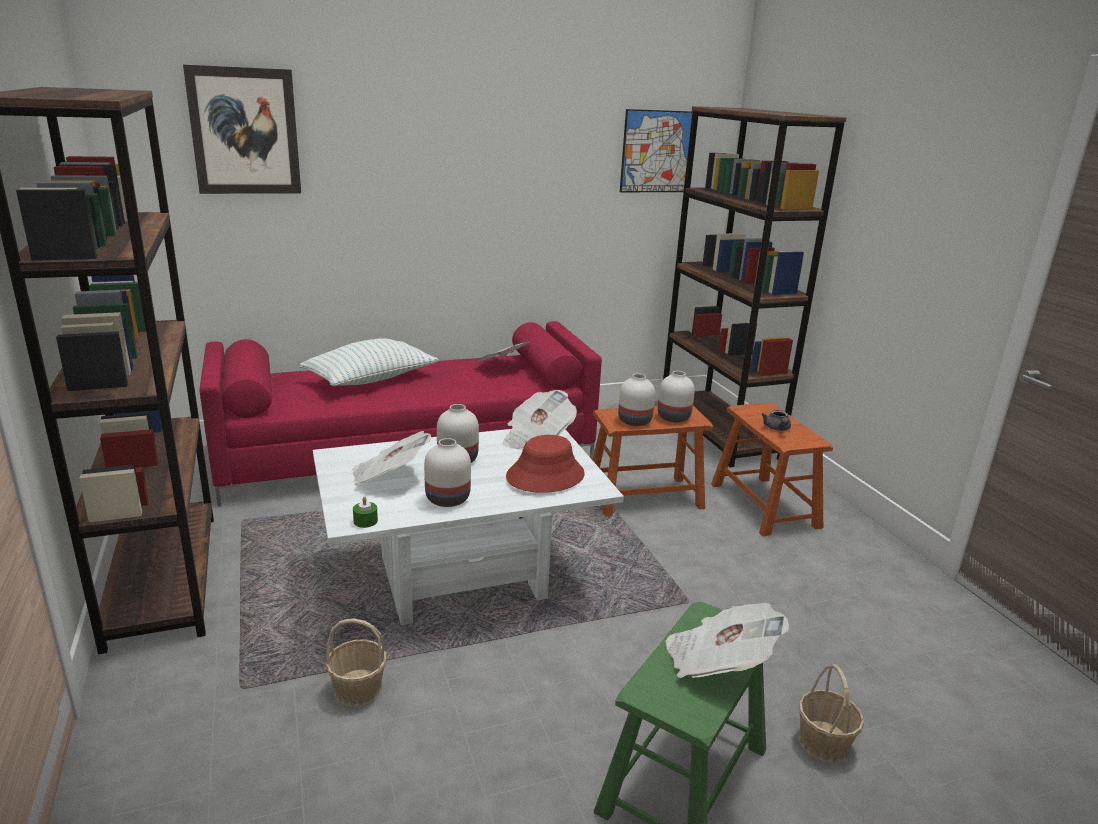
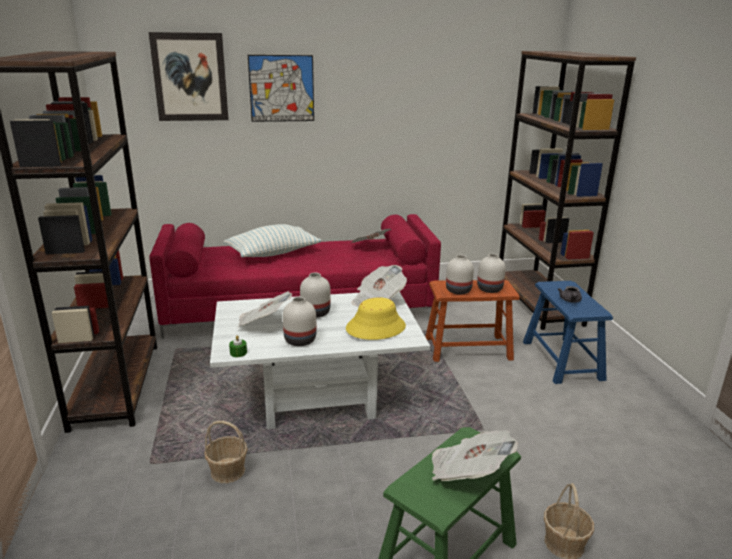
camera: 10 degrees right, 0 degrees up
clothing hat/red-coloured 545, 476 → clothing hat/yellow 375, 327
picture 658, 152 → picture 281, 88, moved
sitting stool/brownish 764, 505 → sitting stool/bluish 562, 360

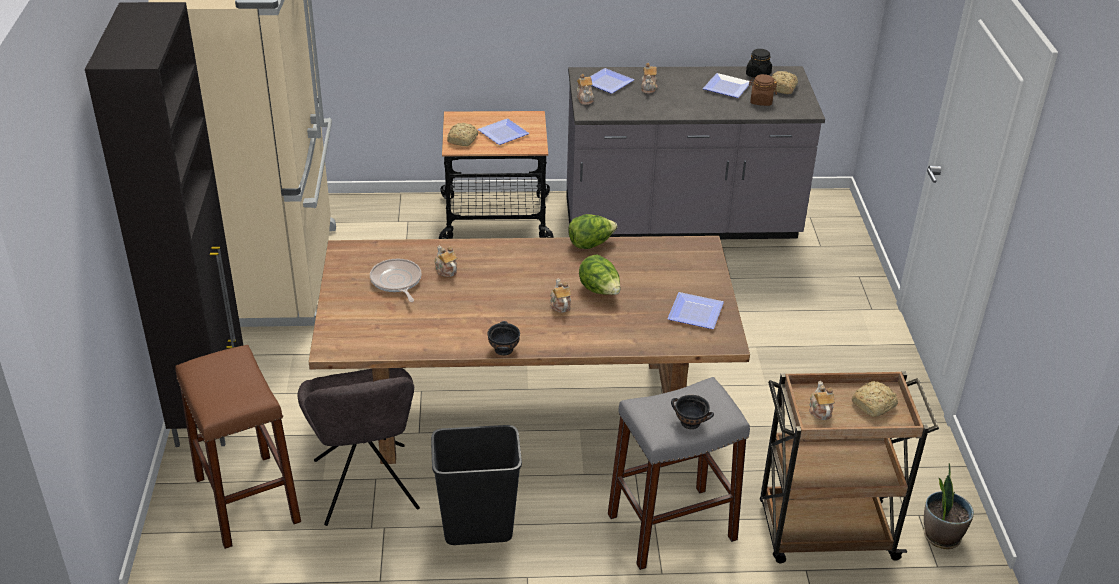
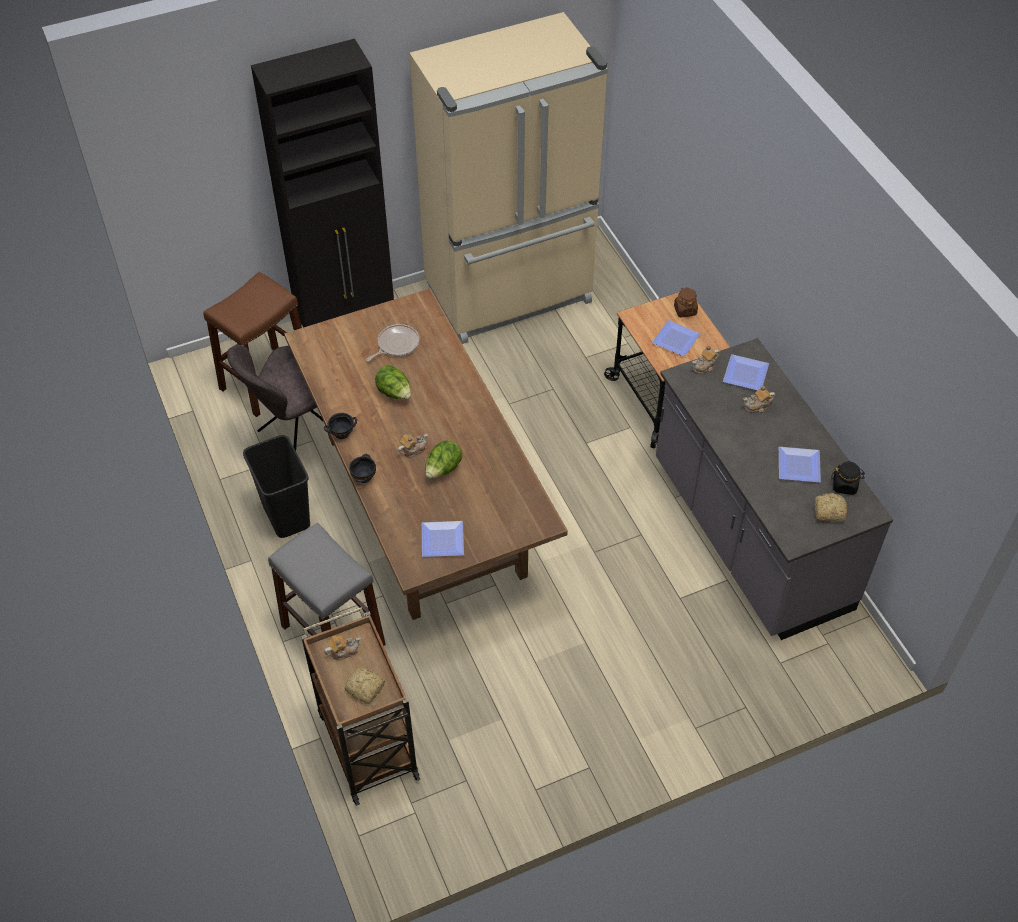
camera: 70 degrees right, 15 degrees up
teapot 446, 270 → -
baked bread 463, 139 → -
lettuce head 590, 244 → lettuce head 394, 393, moved
bowl/black 690, 422 → bowl/black 364, 476, moved
jar/brownish 761, 101 → jar/brownish 685, 310, moved
plant in a pot 941, 536 → -

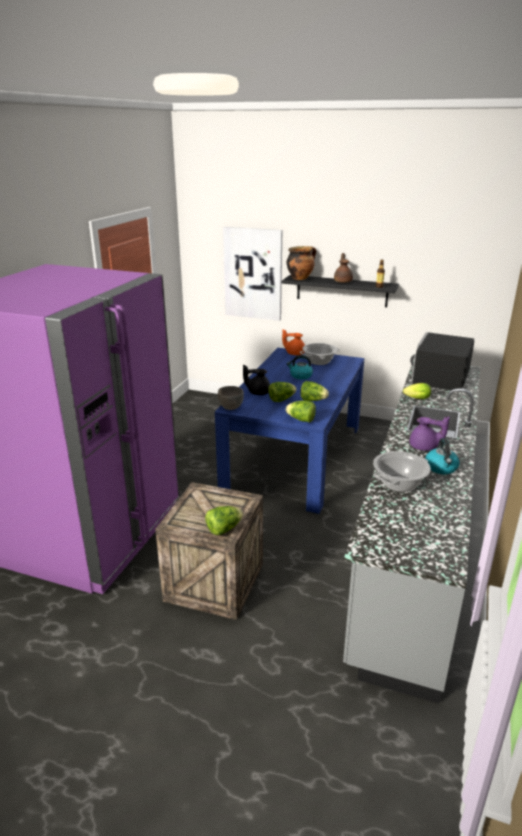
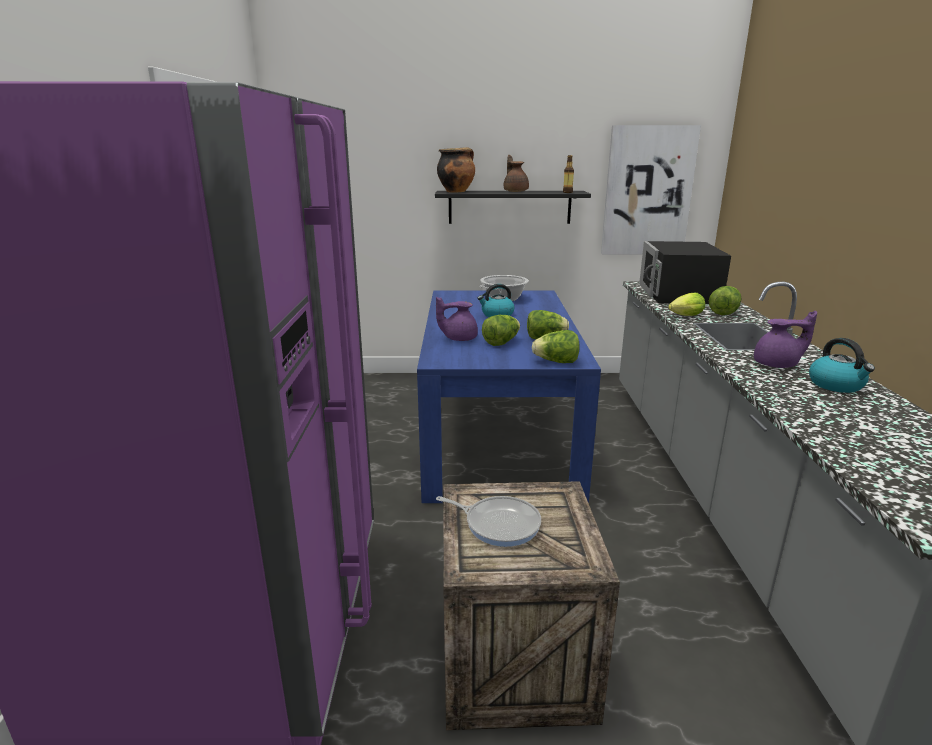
camera: 20 degrees left, 5 degrees down
lettuce head 224, 529 → lettuce head 724, 312, moved
bowl/greyish 230, 407 → -
picture 253, 274 → picture 647, 191, moved
teapot/black 258, 392 → teapot/purple-coloured 458, 338
teapot/orange-coloured 294, 353 → -
stockpot 399, 484 → -
- → pan 498, 524

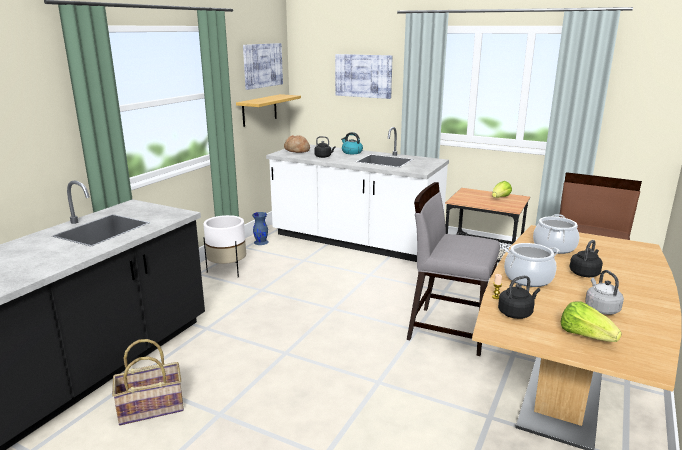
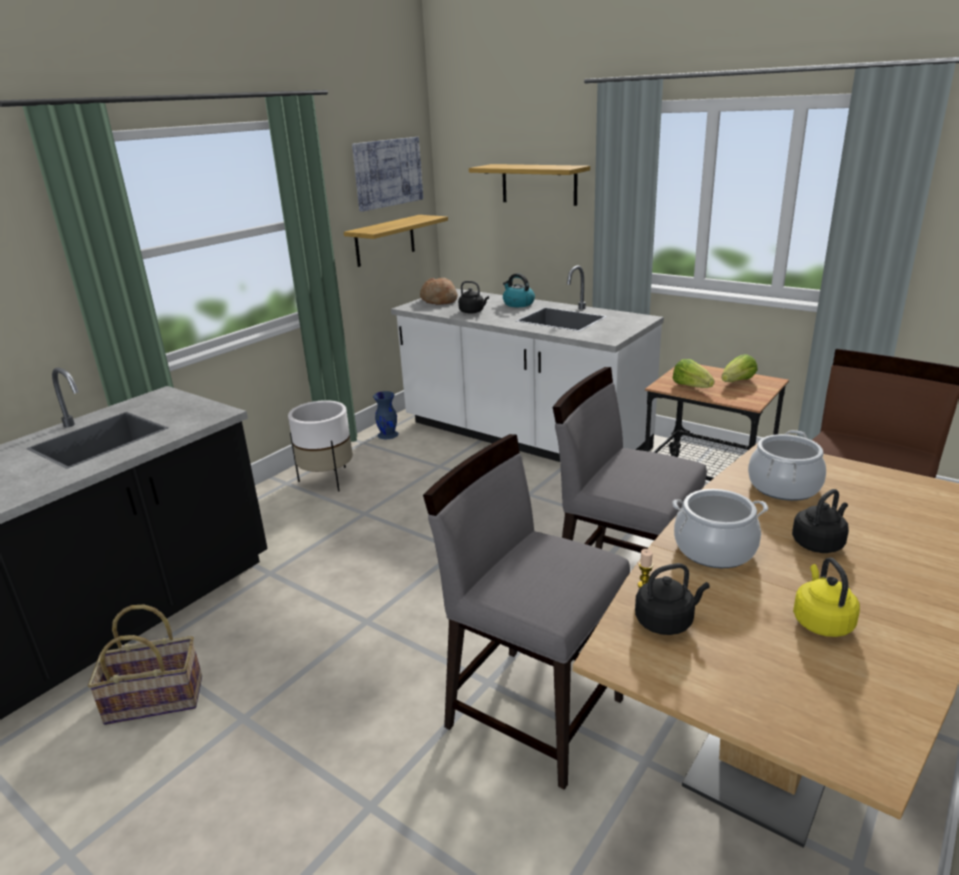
camera: 10 degrees right, 5 degrees up
picture 363, 76 → bracket shelf 539, 184
lettuce head 585, 336 → lettuce head 691, 387, moved
kettle/greyish 600, 308 → kettle/yellow 821, 621
- → upright chair/greyish 534, 711

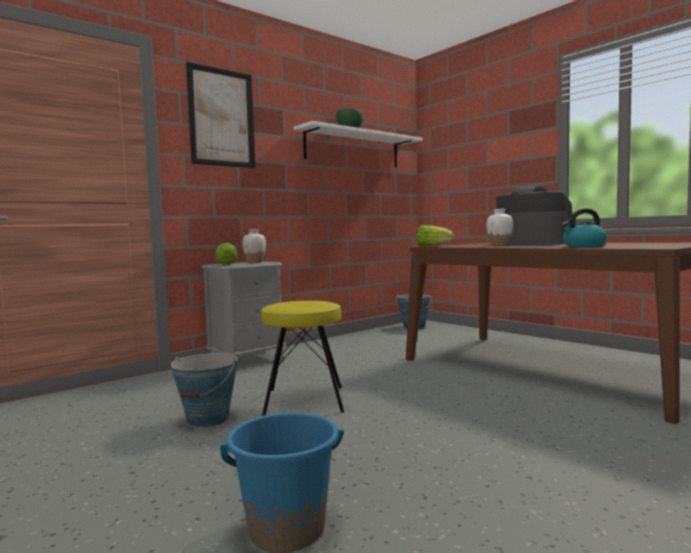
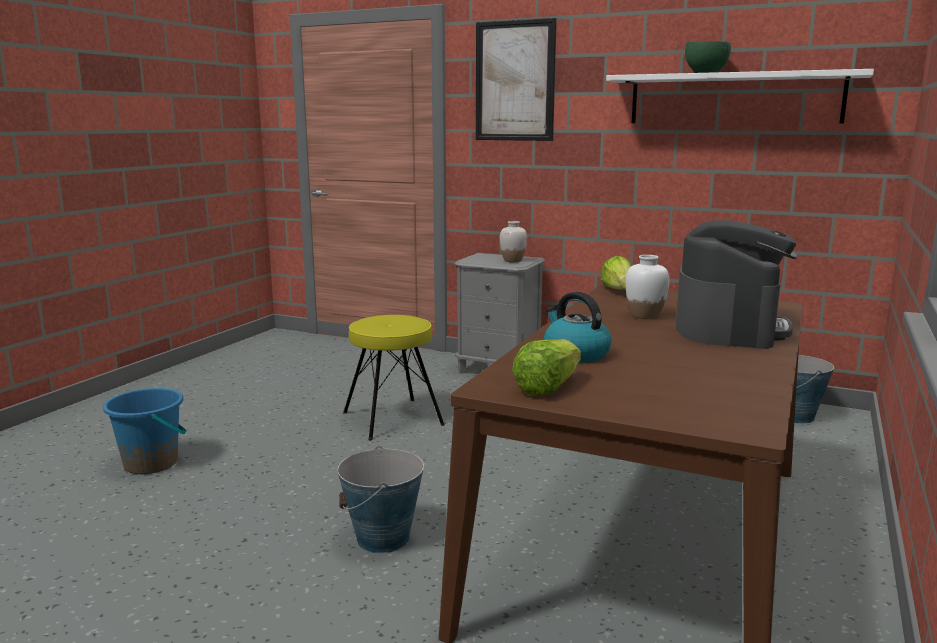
camera: 65 degrees right, 10 degrees up
water bucket 208, 419 → water bucket 383, 539, moved
lettuce head 225, 264 → lettuce head 547, 388, moved

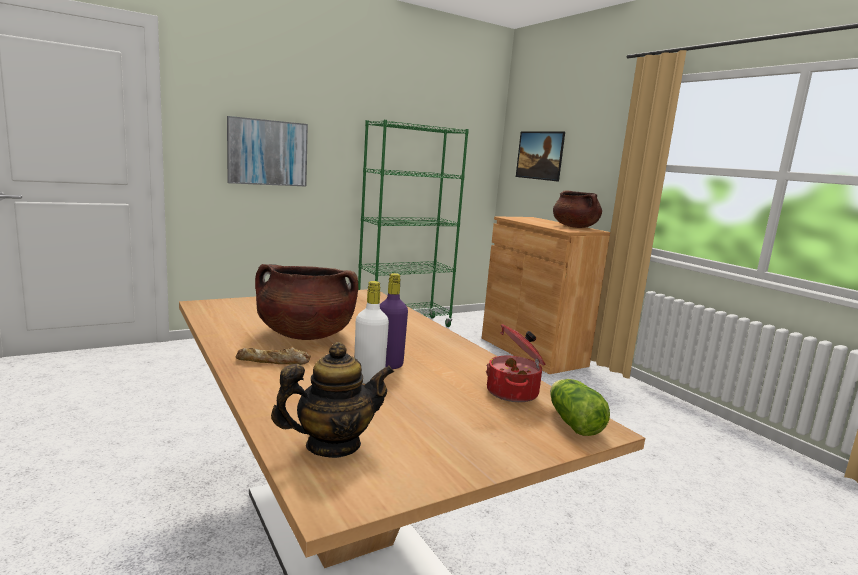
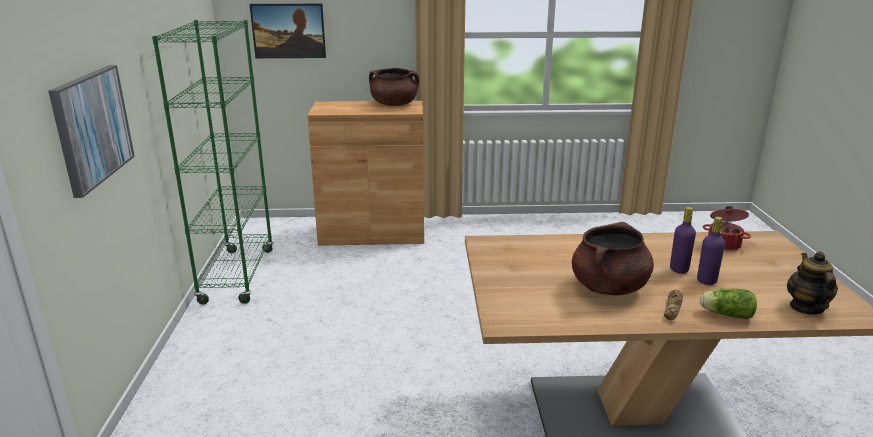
camera: 60 degrees left, 10 degrees up
bottle/white 369, 379 → bottle/purple-coloured 706, 280
lettuce head 572, 421 → lettuce head 724, 314, moved

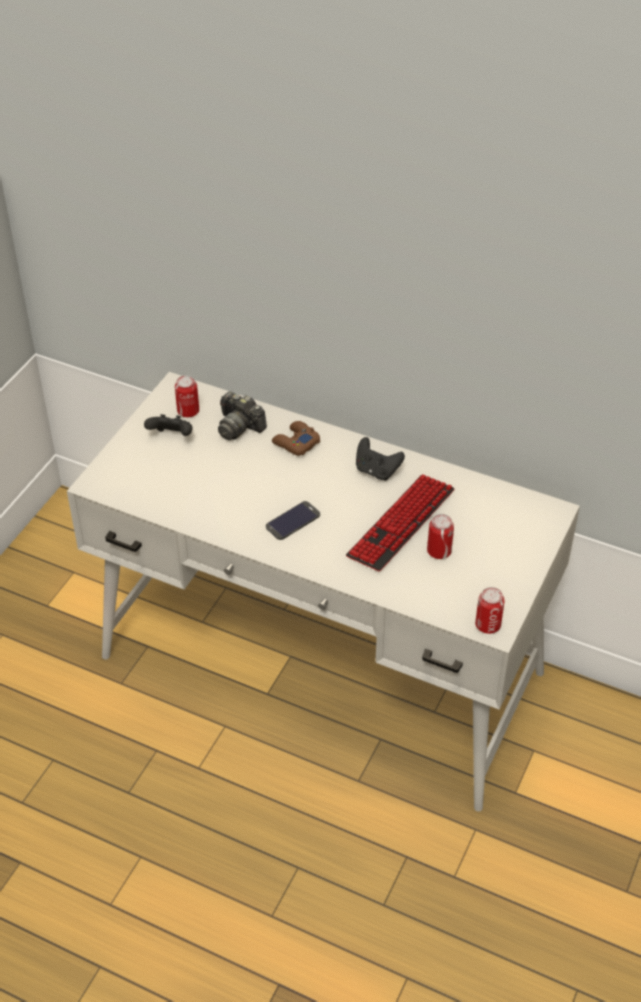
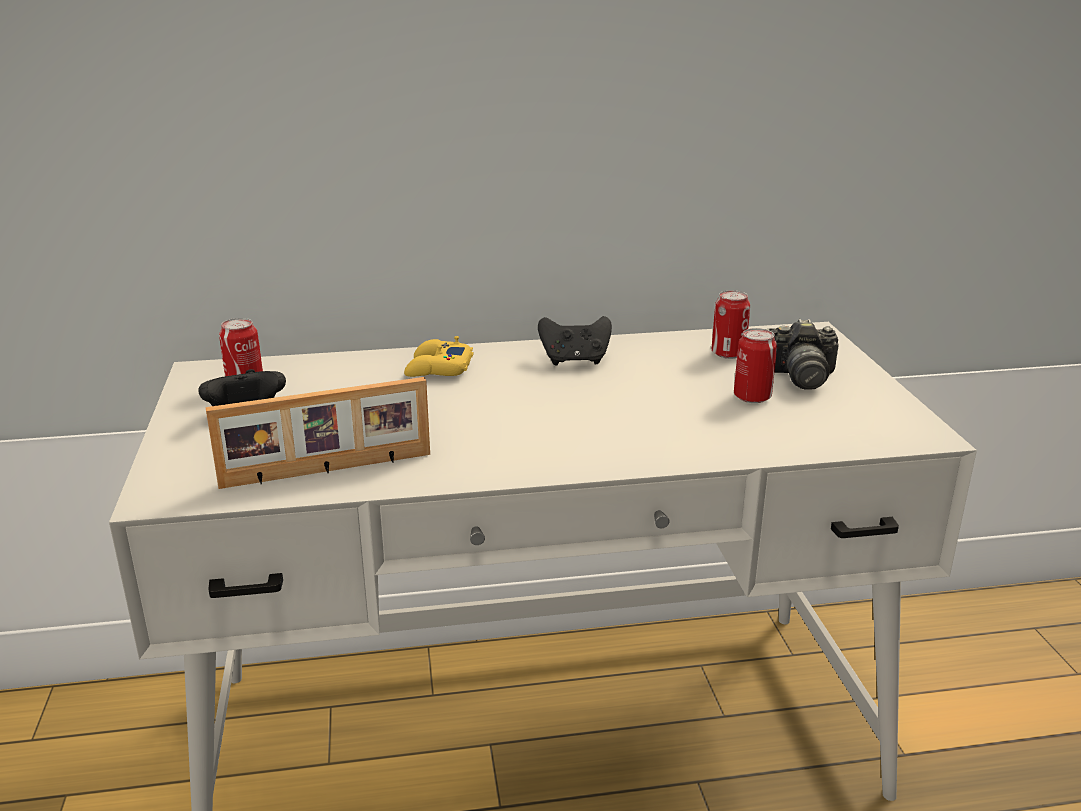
camera: 35 degrees left, 20 degrees down
photo camera 239, 426 → photo camera 796, 376, moved
telephone 293, 521 → -
gamepad/brownish 295, 443 → gamepad/yellow 438, 368
computer keyboard 401, 524 → -
can 487, 625 → can 728, 353, moved
- → standing frame 327, 471

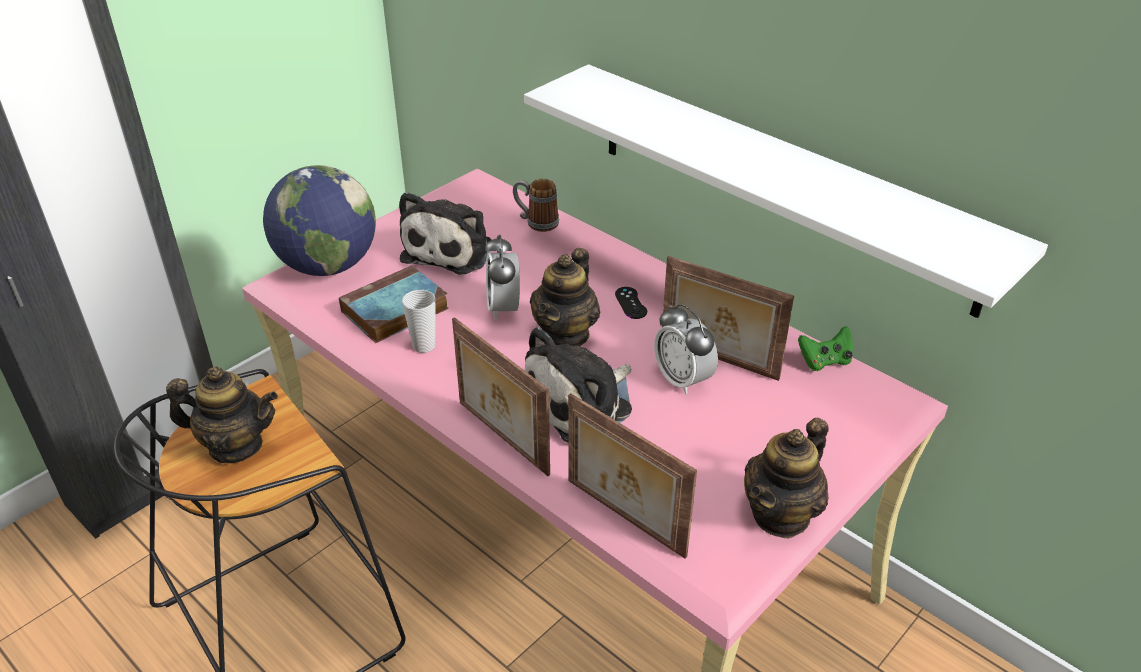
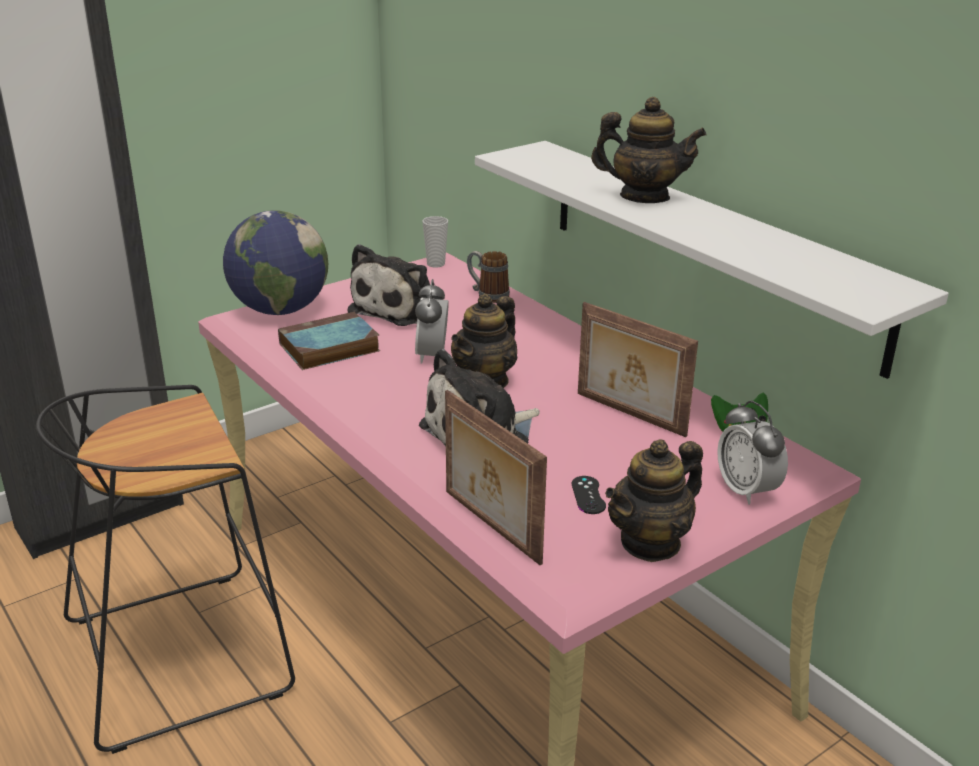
camera: 10 degrees right, 10 degrees down
teapot 235, 446 → teapot 644, 197, moved
small cup 424, 346 → small cup 436, 264, moved
standing frame 501, 438 → -
gamepad/black 631, 303 → gamepad/black 588, 495, moved
bedside clock 683, 380 → bedside clock 746, 490, moved

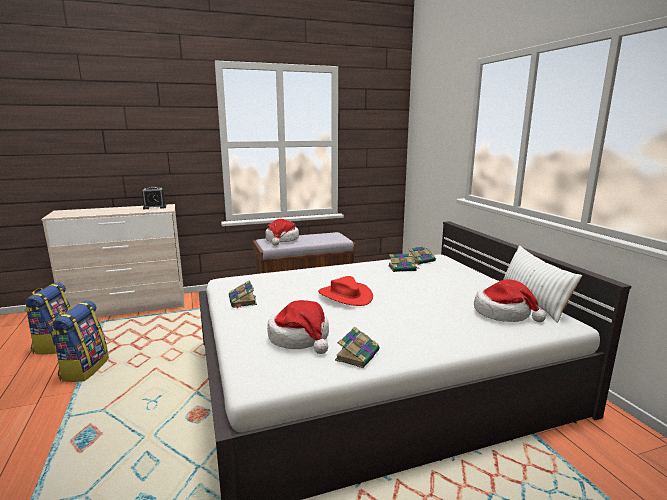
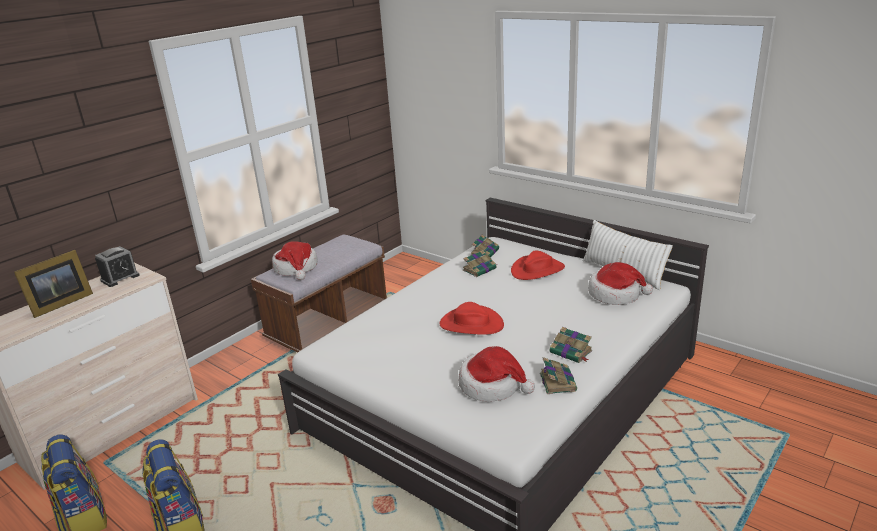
camera: 30 degrees left, 10 degrees up
bound book 242, 301 → bound book 571, 352, moved
- → standing frame 59, 304
- → clothing hat/red-coloured 537, 270

